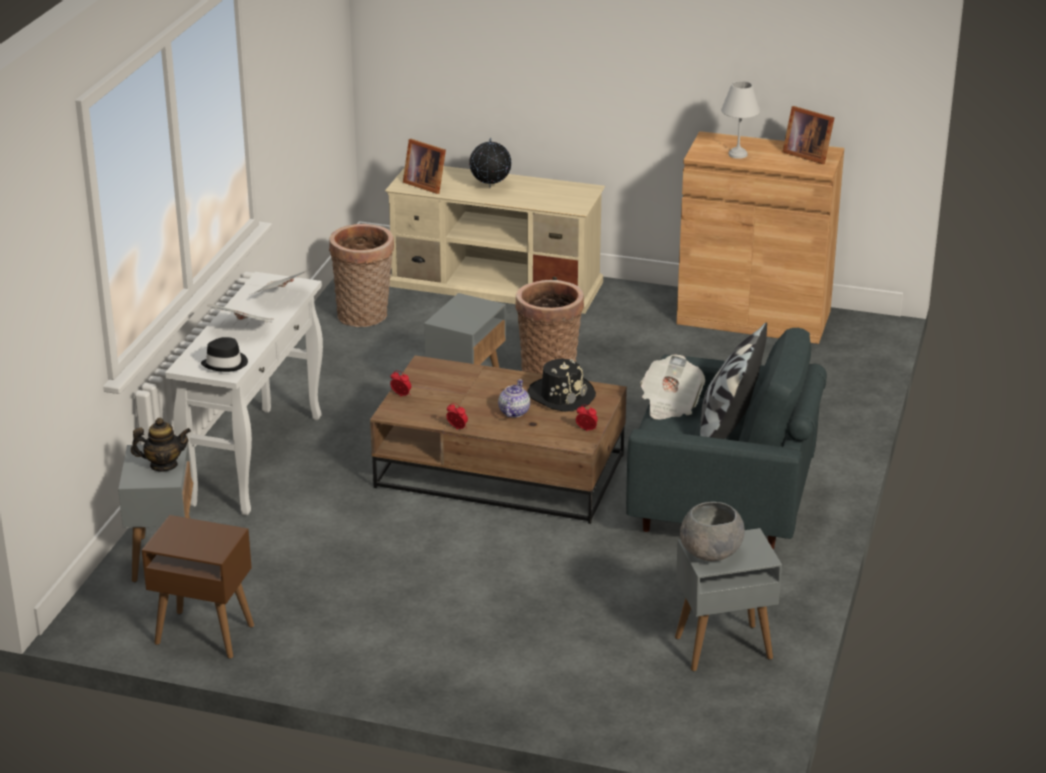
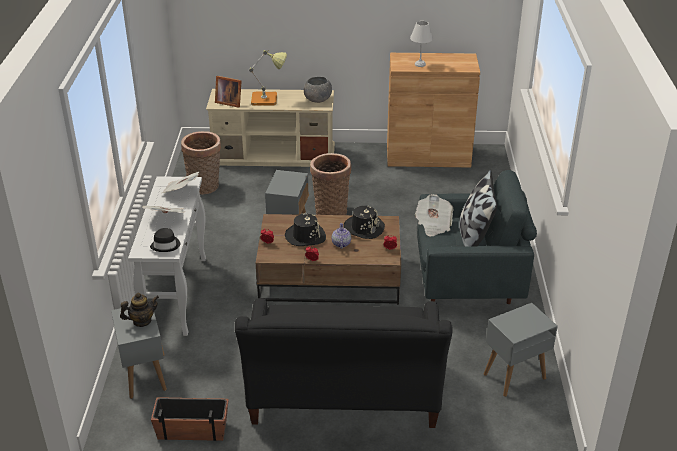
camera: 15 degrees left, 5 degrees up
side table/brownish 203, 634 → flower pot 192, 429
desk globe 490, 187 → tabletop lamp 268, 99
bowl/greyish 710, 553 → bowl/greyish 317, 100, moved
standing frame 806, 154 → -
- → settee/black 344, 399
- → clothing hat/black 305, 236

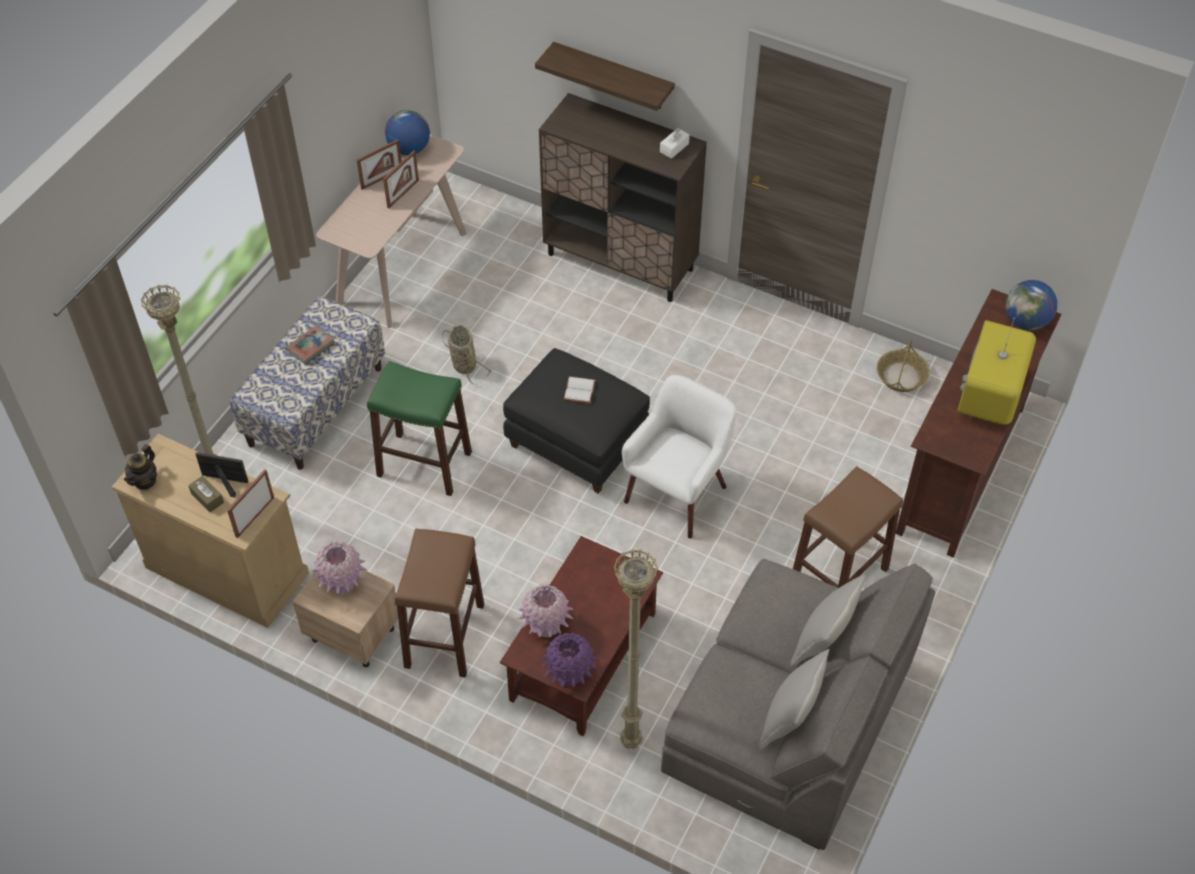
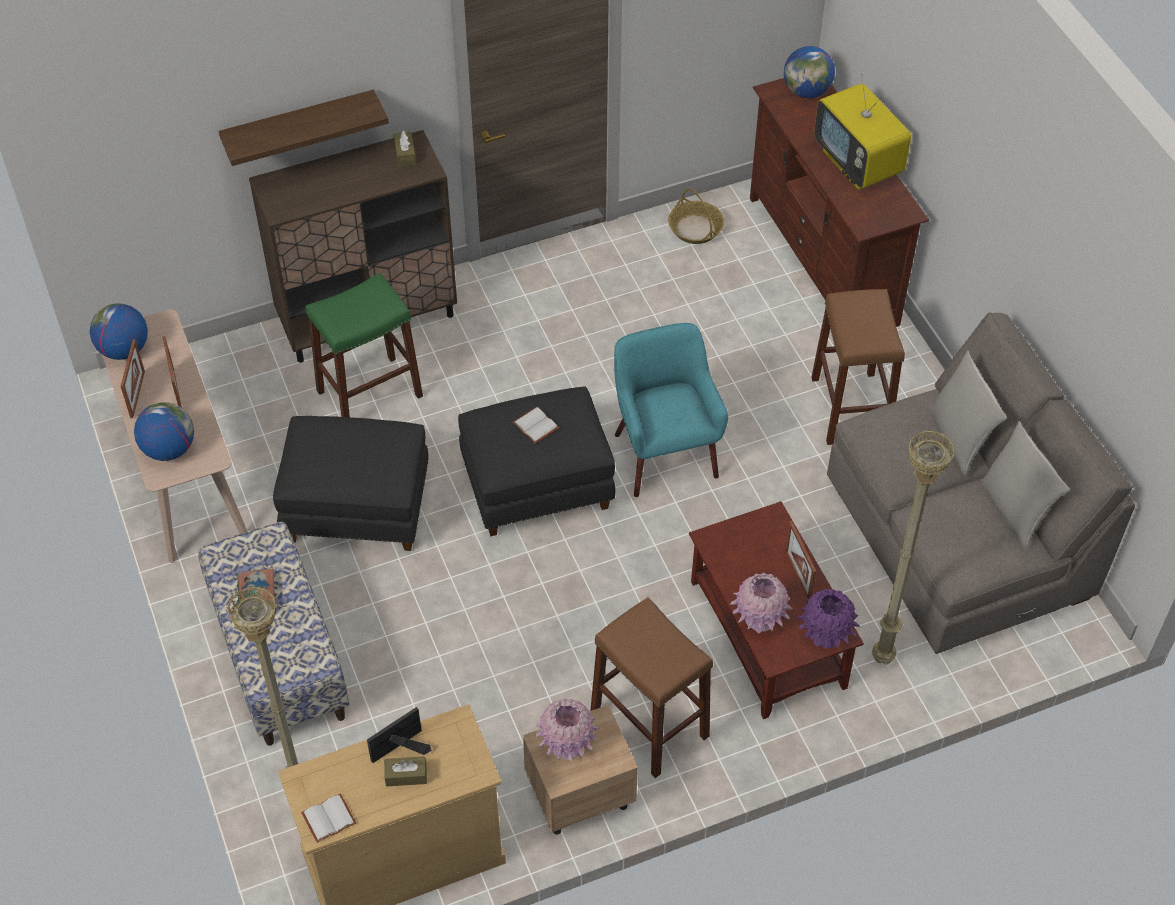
camera: 50 degrees left, 0 degrees up
teapot 145, 480 → bound book/white 329, 817
standing frame 255, 517 → standing frame 798, 575, moved
sitting stool/green-coloured 424, 464 → sitting stool/green-coloured 369, 393, moved
household basket 463, 364 → footrest/black 356, 509
armchair/white 677, 494 → armchair/blue-green 664, 454
tissue holder/white 674, 148 → tissue holder/brownish 405, 154
- → desk globe 169, 449

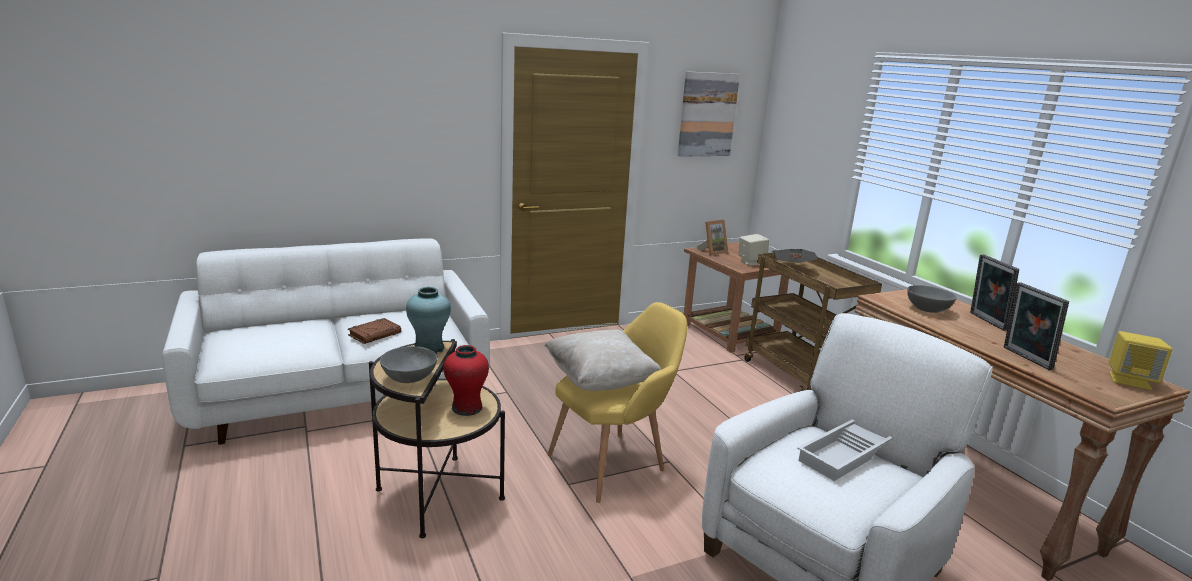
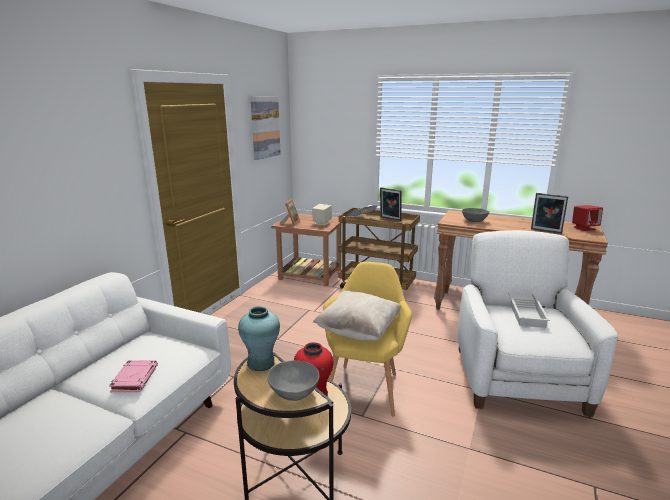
camera: 40 degrees left, 0 degrees up
bound book/brownish 375, 334 → bound book/pink 135, 378
standing frame 985, 321 → standing frame 389, 219, moved
speaker/yellow 1130, 381 → speaker/red-coloured 584, 228

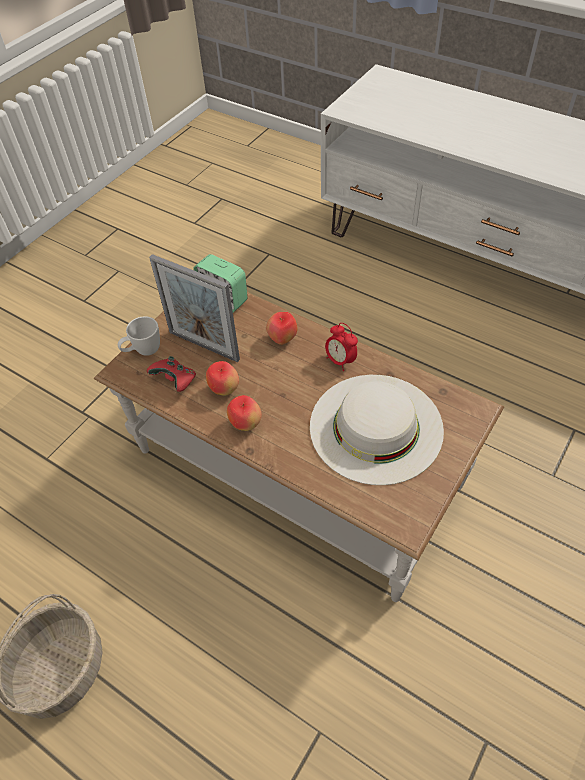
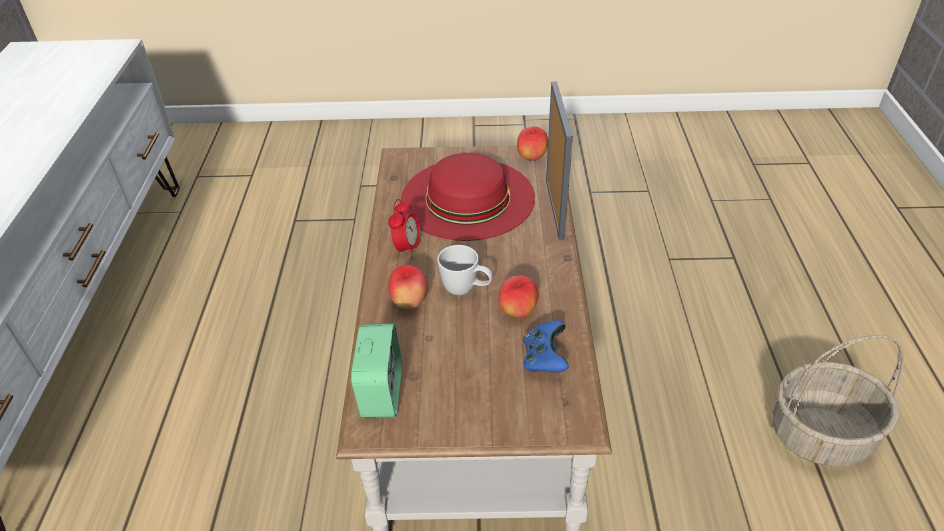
camera: 125 degrees left, 10 degrees down
mug/white 143, 351 → mug/white 466, 290, moved
gamepad/red-coloured 176, 381 → gamepad/bluish 544, 358
standing frame 204, 346 → standing frame 554, 209, moved
apple 245, 424 → apple 531, 158, moved
clothing hat/white 376, 427 → clothing hat/red-coloured 468, 197

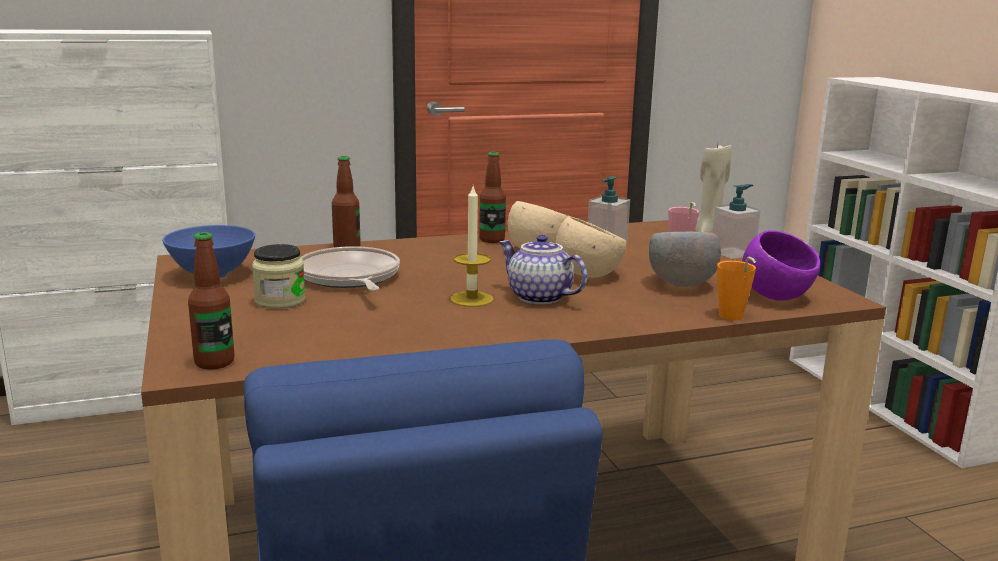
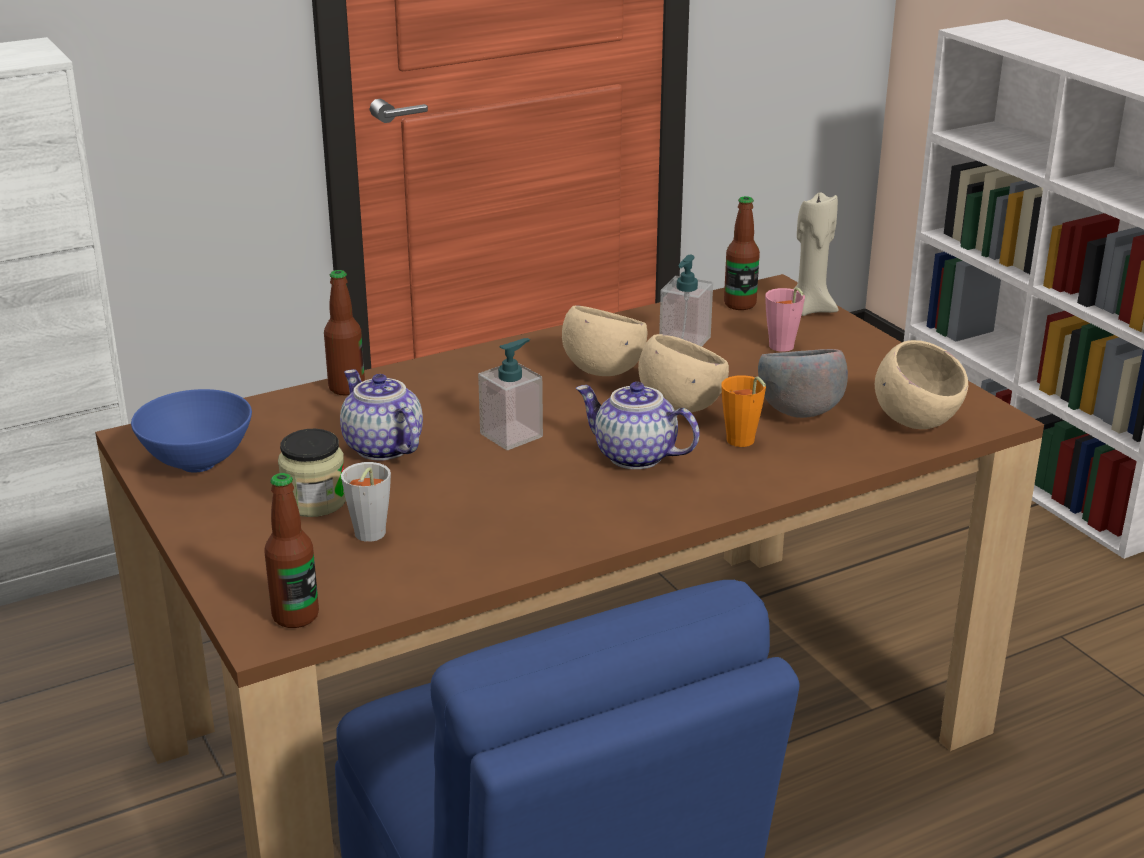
camera: 10 degrees left, 10 degrees up
pan 349, 278 → teapot 381, 447
wax candle 471, 299 → -
bottle 492, 240 → bottle 740, 304, moved
soap bottle 733, 253 → soap bottle 511, 435, moved
small cup/orange-coloured 732, 318 → small cup/orange-coloured 742, 443, moved
bowl/purple-coloured 775, 297 → bowl/sand-coloured 915, 421
- → small cup/greyish 368, 537

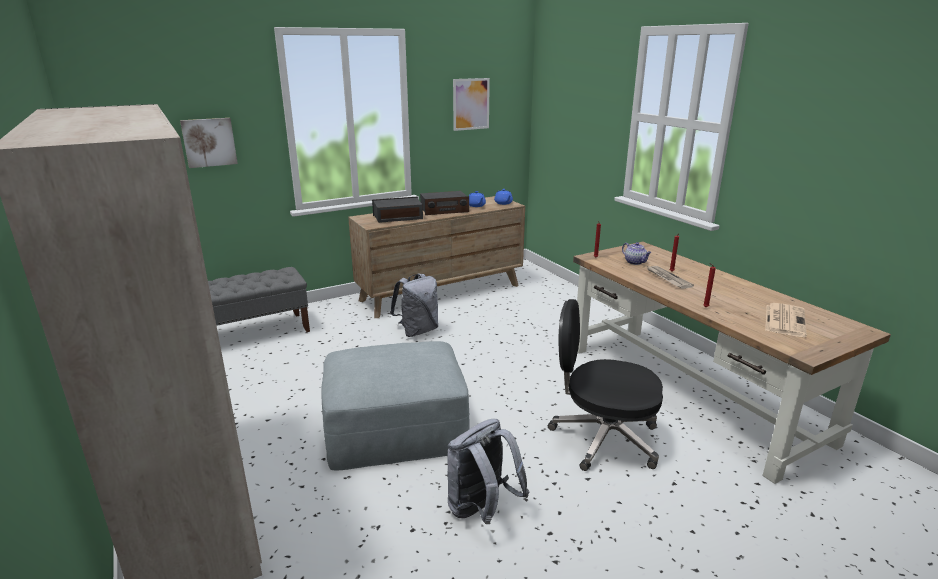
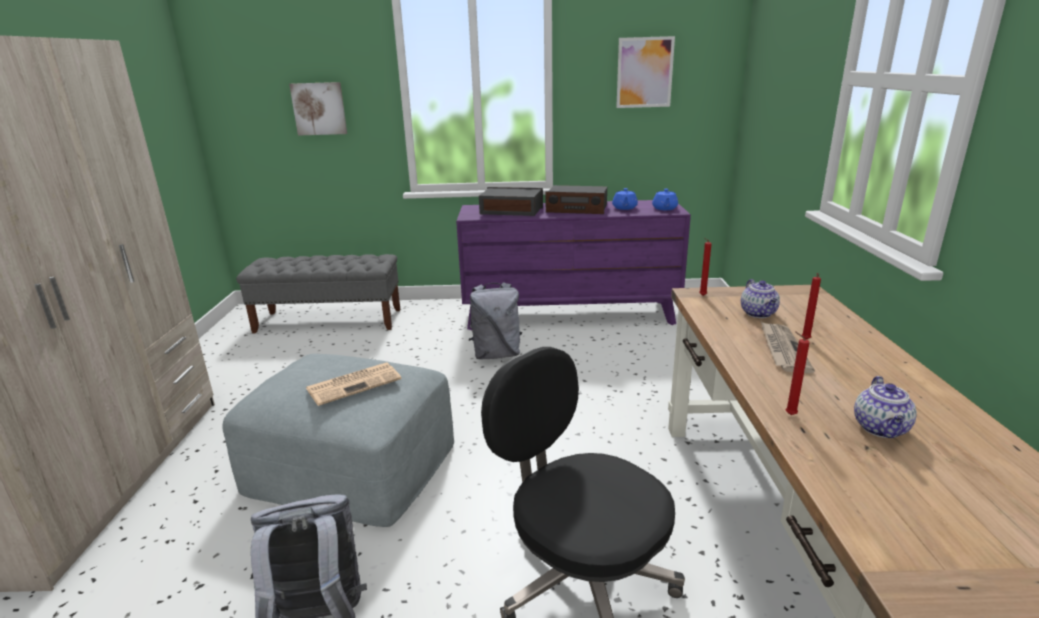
camera: 30 degrees right, 0 degrees up
dresser/brownish 441, 292 → dresser/purple-coloured 570, 314
daily paper 784, 320 → daily paper 355, 383, moved
- → teapot 881, 429

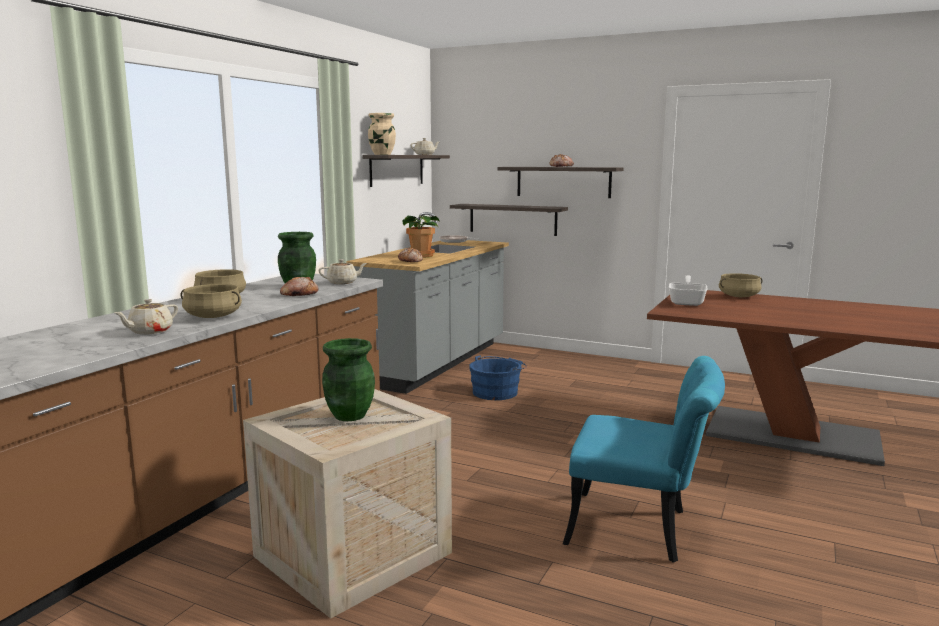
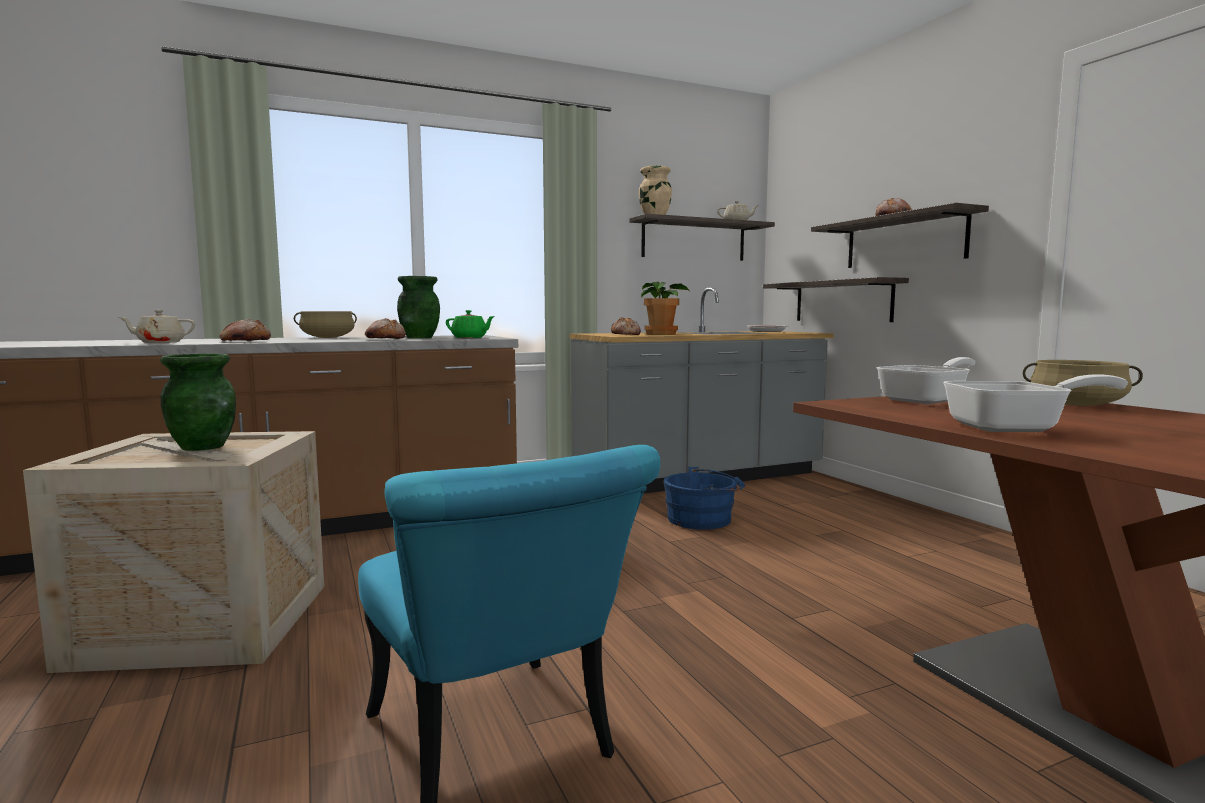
camera: 40 degrees right, 5 degrees down
stockpot/sand-coloured 212, 317 → baked bread 245, 341
teapot/sand-coloured 343, 282 → teapot/green-coloured 470, 338
- → pan 1016, 428

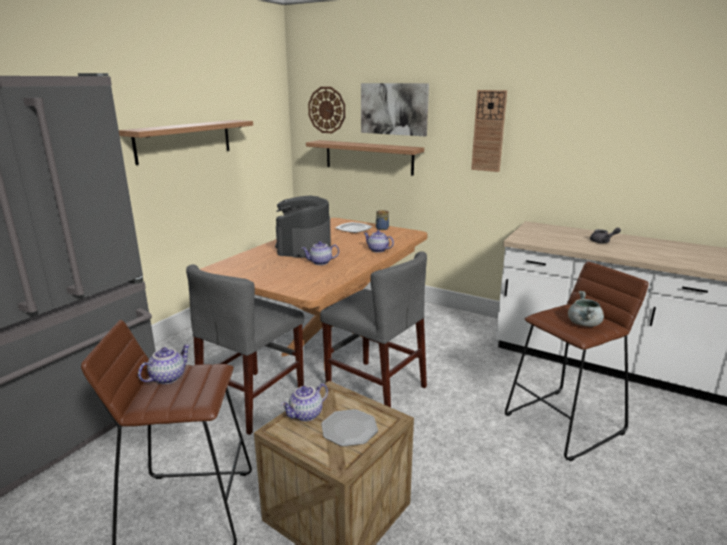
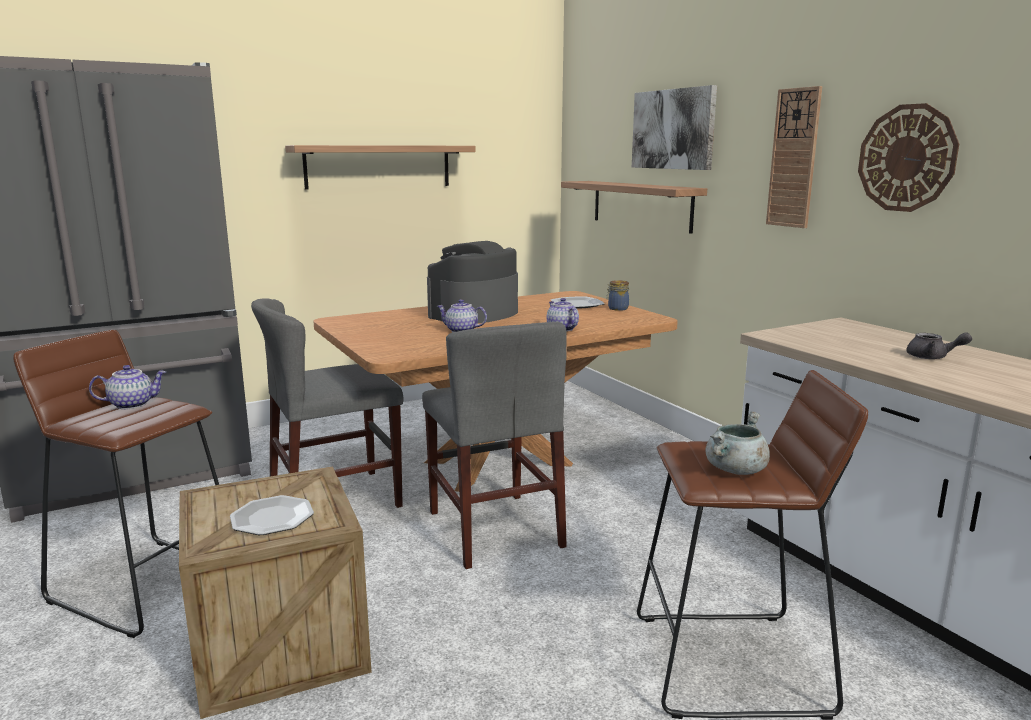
camera: 30 degrees right, 5 degrees down
teapot 306, 415 → -
clock on the wall 327, 110 → clock on the wall 907, 158, moved

